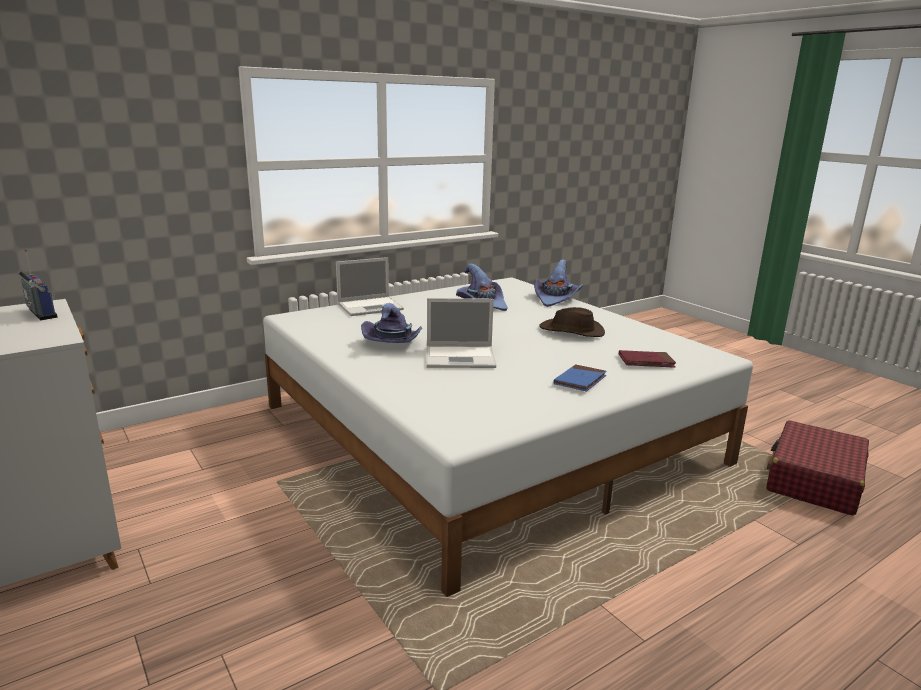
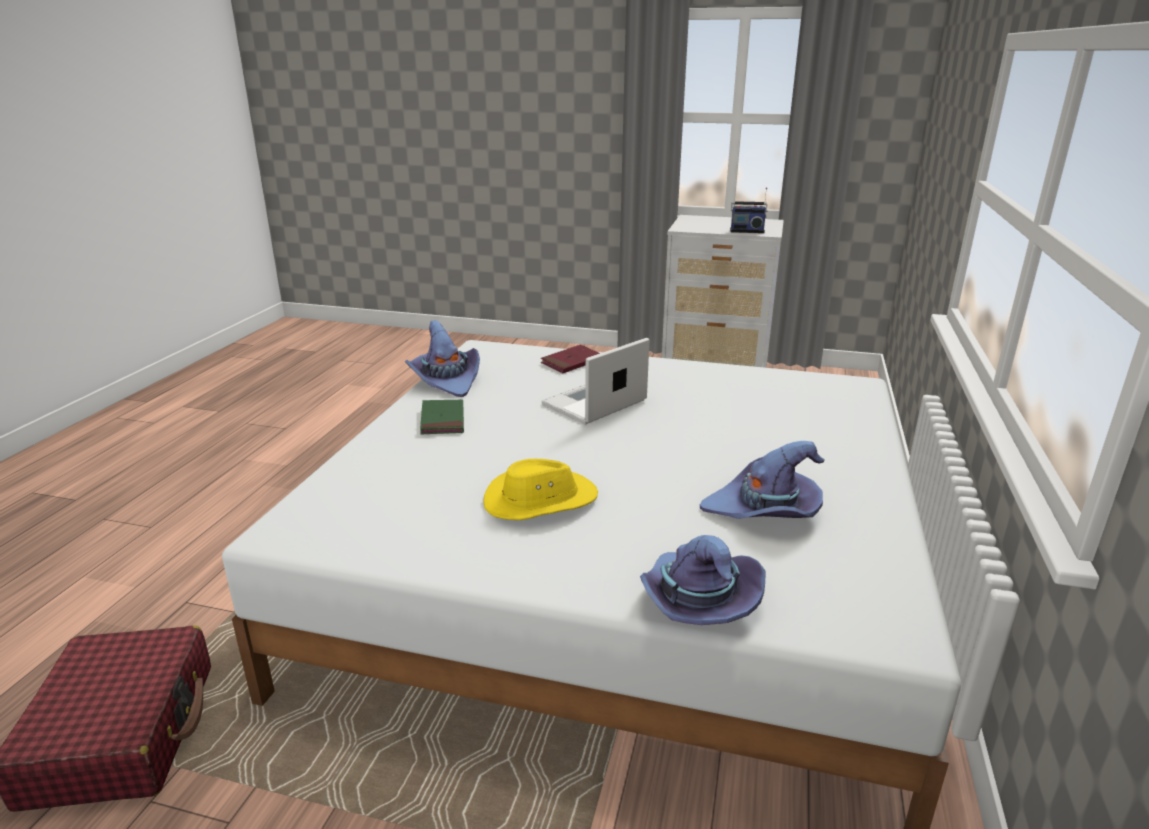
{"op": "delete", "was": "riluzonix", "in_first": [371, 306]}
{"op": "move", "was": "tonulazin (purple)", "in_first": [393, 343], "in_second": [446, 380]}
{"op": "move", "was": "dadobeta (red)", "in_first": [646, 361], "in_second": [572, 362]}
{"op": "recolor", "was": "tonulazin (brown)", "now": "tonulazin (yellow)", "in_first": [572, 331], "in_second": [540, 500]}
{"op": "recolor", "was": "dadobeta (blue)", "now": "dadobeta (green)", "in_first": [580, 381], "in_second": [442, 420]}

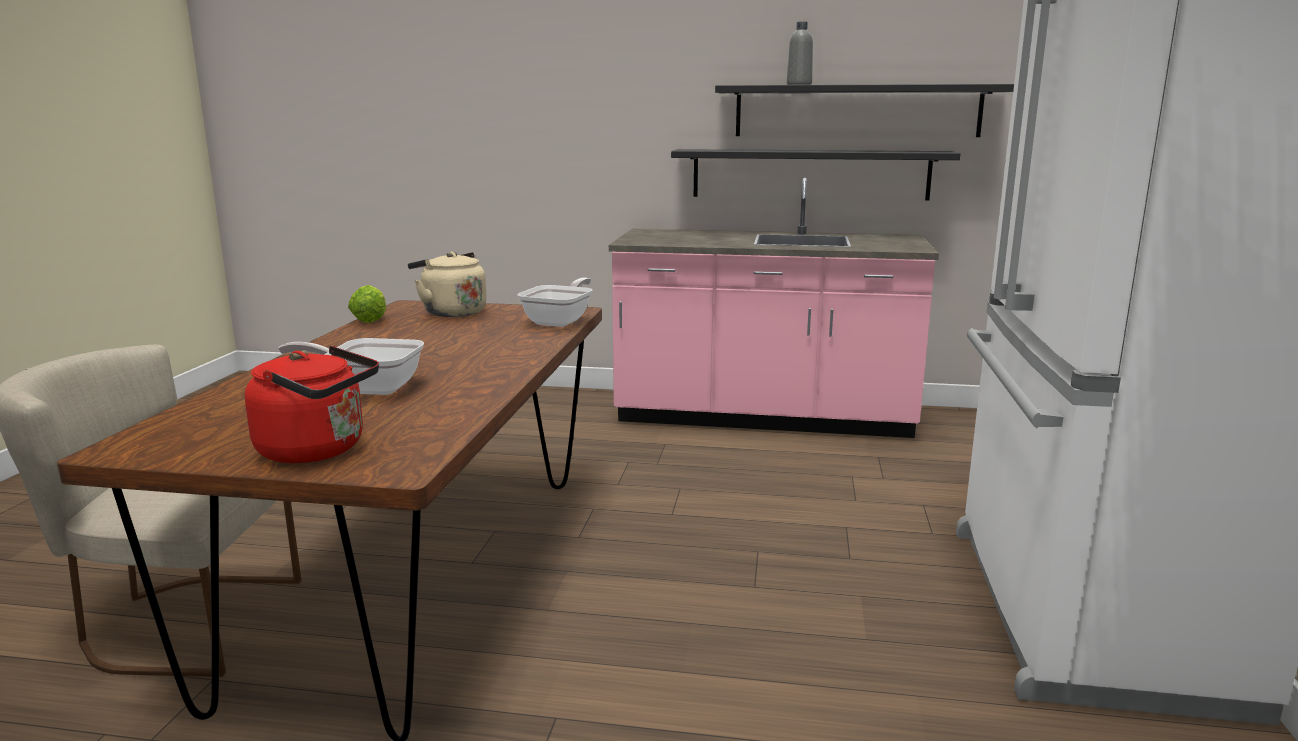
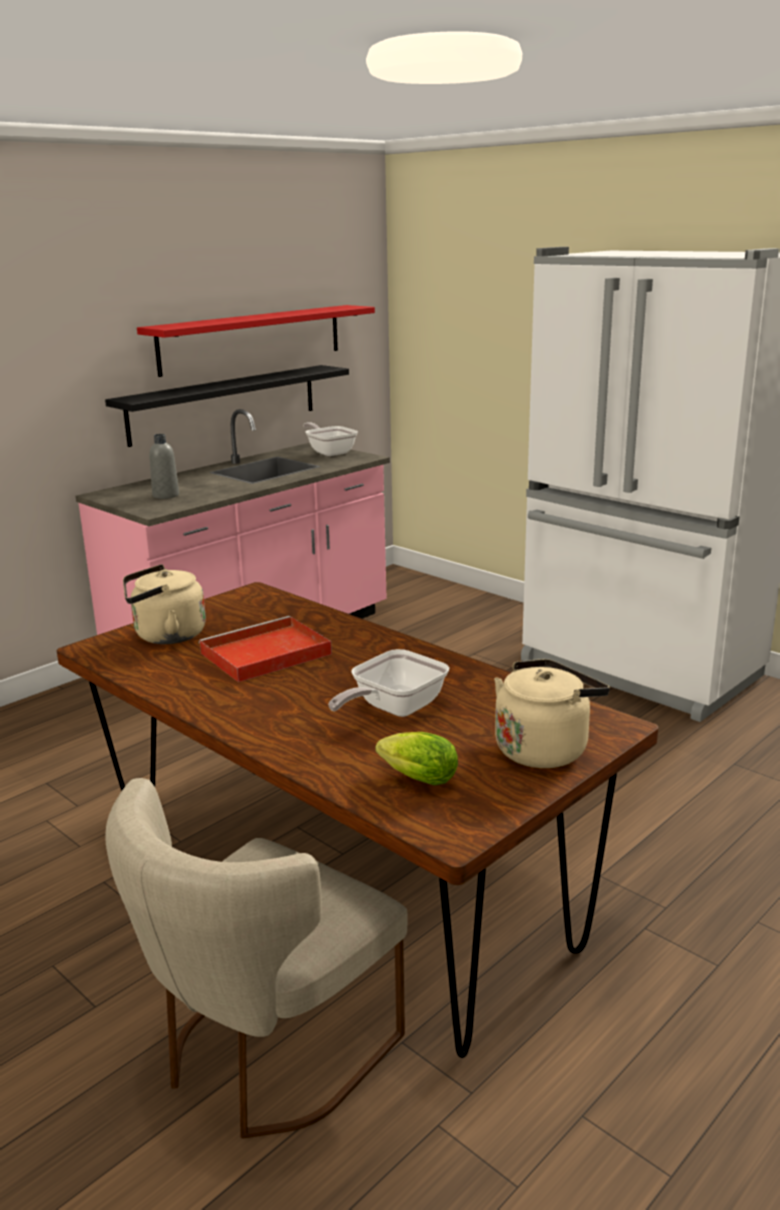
{"op": "insert", "now": "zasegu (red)", "in_second": [264, 654]}
{"op": "move", "was": "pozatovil", "in_first": [371, 319], "in_second": [414, 778]}
{"op": "move", "was": "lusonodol", "in_first": [561, 321], "in_second": [329, 452]}
{"op": "move", "was": "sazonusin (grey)", "in_first": [799, 85], "in_second": [166, 495]}
{"op": "recolor", "was": "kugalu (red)", "now": "kugalu (beige)", "in_first": [318, 450], "in_second": [544, 749]}
{"op": "recolor", "was": "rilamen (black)", "now": "rilamen (red)", "in_first": [856, 111], "in_second": [252, 339]}

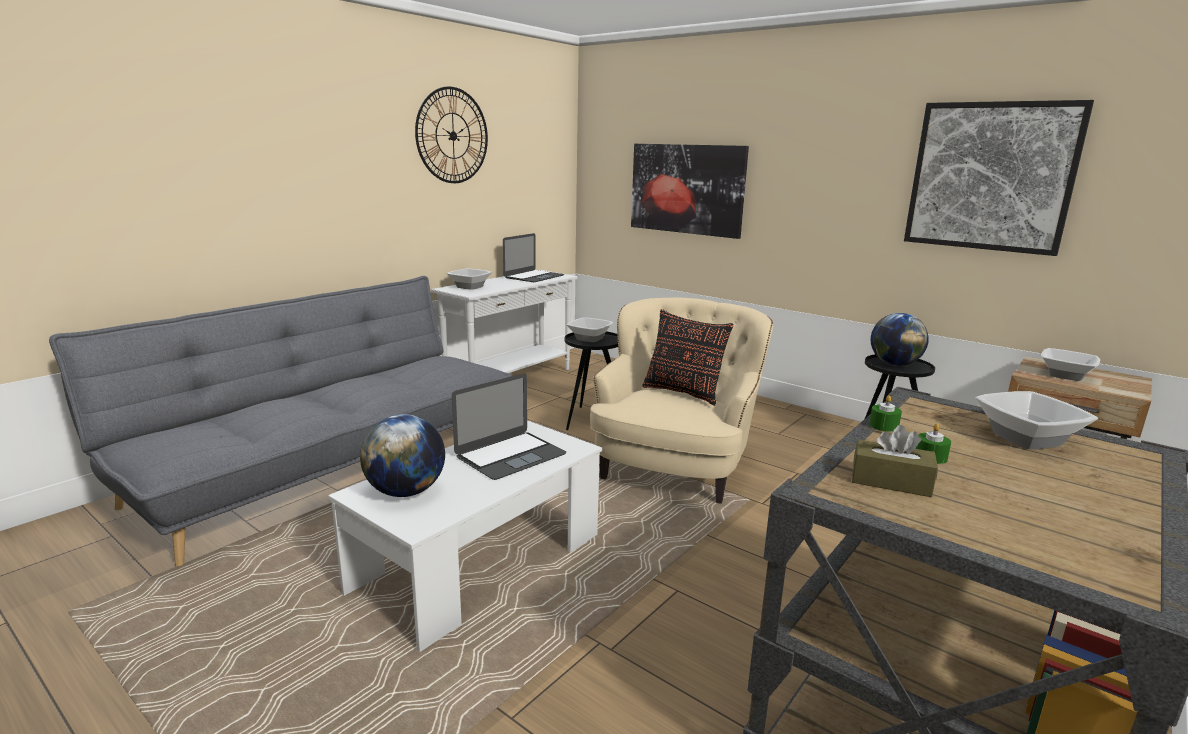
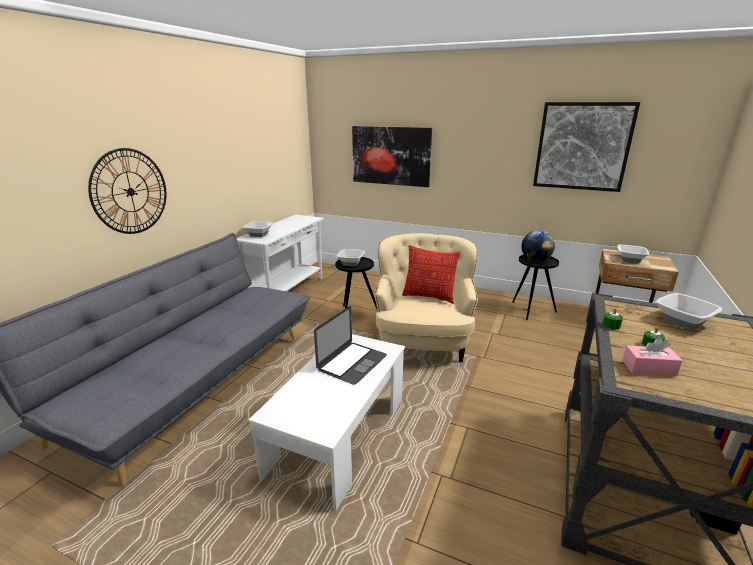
{"op": "delete", "was": "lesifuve", "in_first": [406, 491]}
{"op": "delete", "was": "riluzonix", "in_first": [534, 276]}
{"op": "move", "was": "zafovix", "in_first": [452, 136], "in_second": [130, 191]}
{"op": "recolor", "was": "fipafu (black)", "now": "fipafu (red)", "in_first": [683, 393], "in_second": [429, 297]}
{"op": "recolor", "was": "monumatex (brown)", "now": "monumatex (pink)", "in_first": [890, 481], "in_second": [648, 368]}

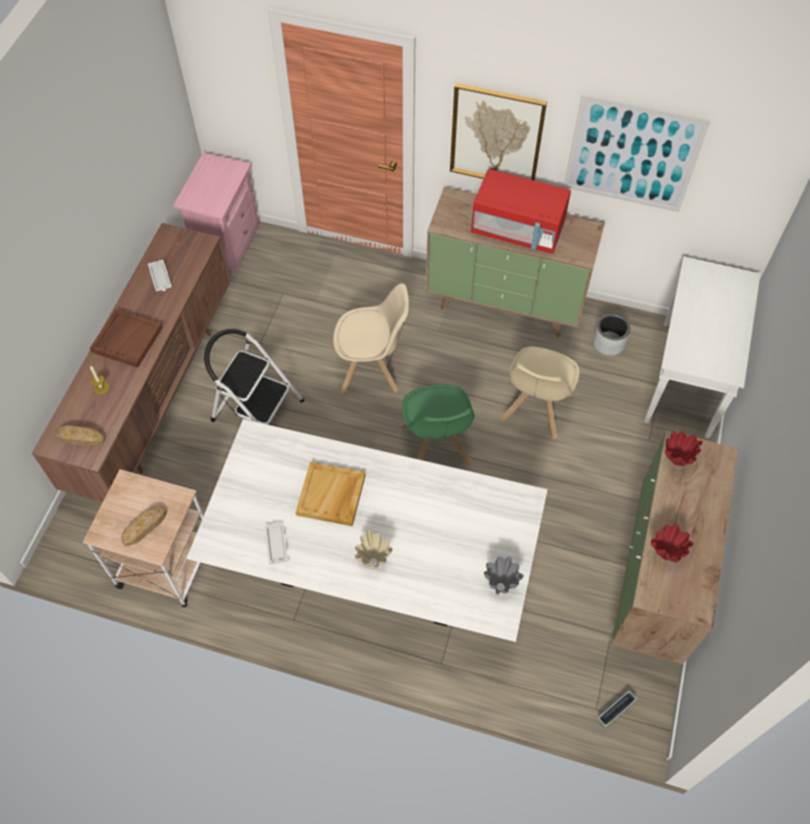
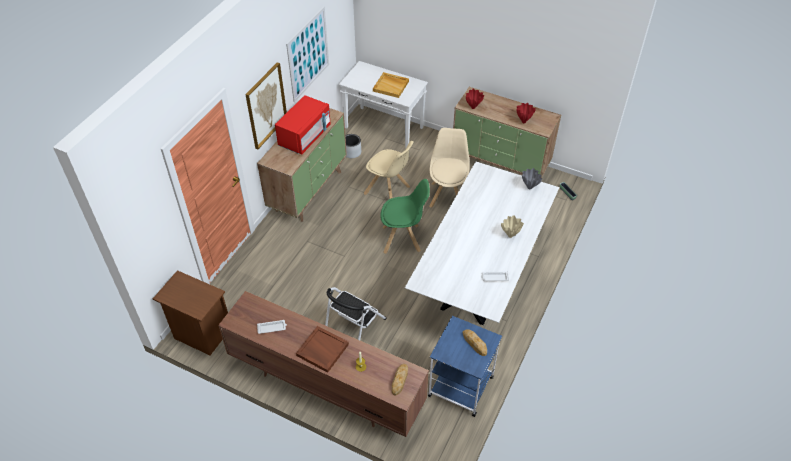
{"op": "move", "was": "zasegu (beige)", "in_first": [331, 496], "in_second": [391, 86]}
{"op": "move", "was": "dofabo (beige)", "in_first": [372, 370], "in_second": [447, 194]}
{"op": "recolor", "was": "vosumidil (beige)", "now": "vosumidil (blue)", "in_first": [164, 563], "in_second": [460, 387]}
{"op": "recolor", "was": "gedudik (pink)", "now": "gedudik (brown)", "in_first": [226, 245], "in_second": [201, 334]}

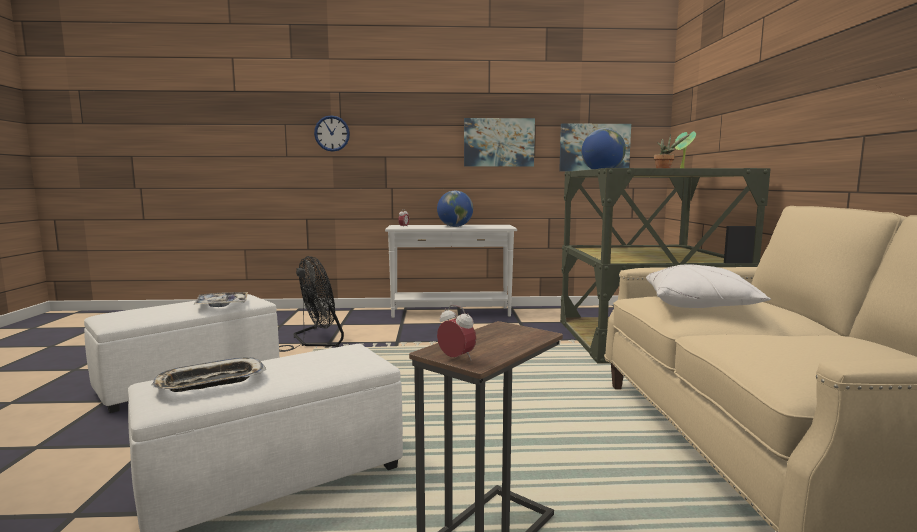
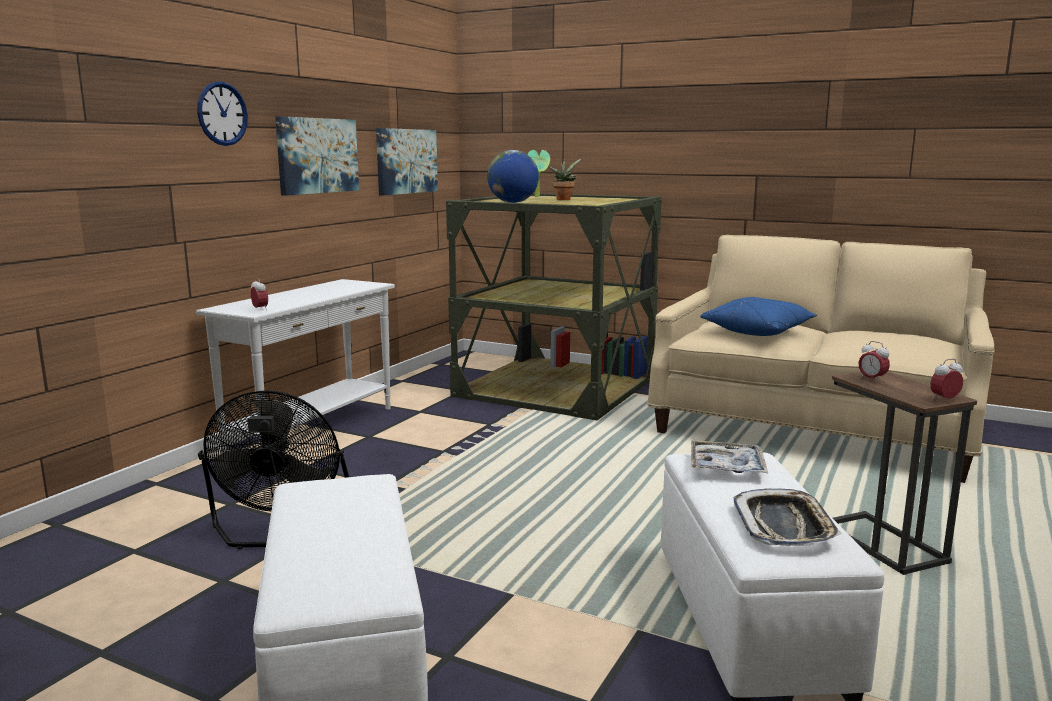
{"op": "delete", "was": "lesifuve", "in_first": [455, 226]}
{"op": "insert", "now": "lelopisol", "in_second": [872, 379]}
{"op": "move", "was": "zasegu", "in_first": [222, 304], "in_second": [726, 466]}
{"op": "move", "was": "zafovix", "in_first": [332, 133], "in_second": [222, 113]}
{"op": "recolor", "was": "fipafu (white)", "now": "fipafu (blue)", "in_first": [700, 305], "in_second": [757, 331]}

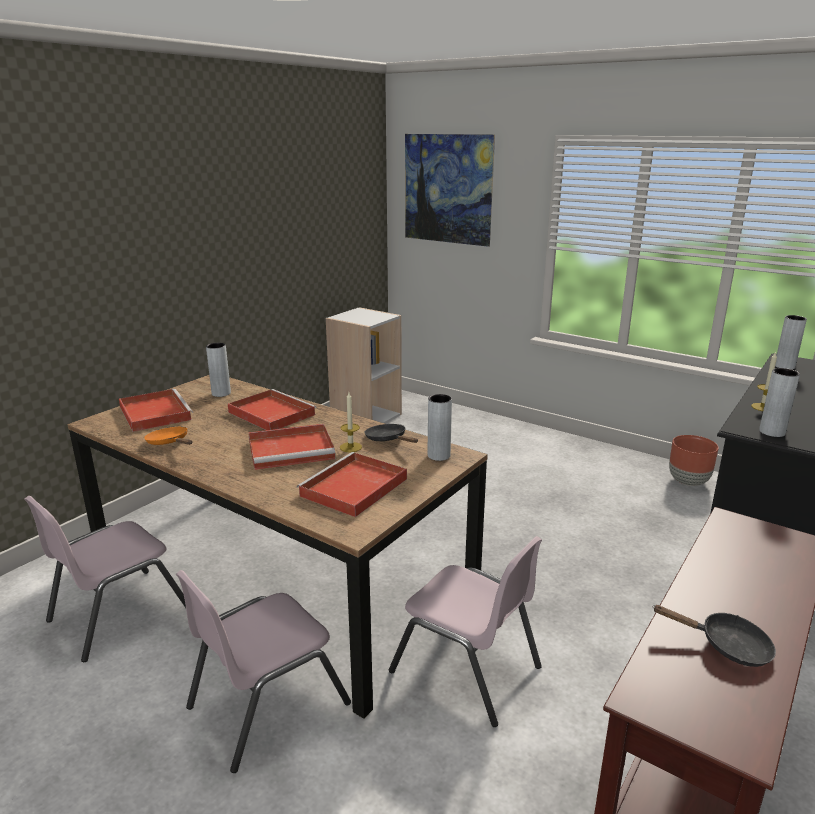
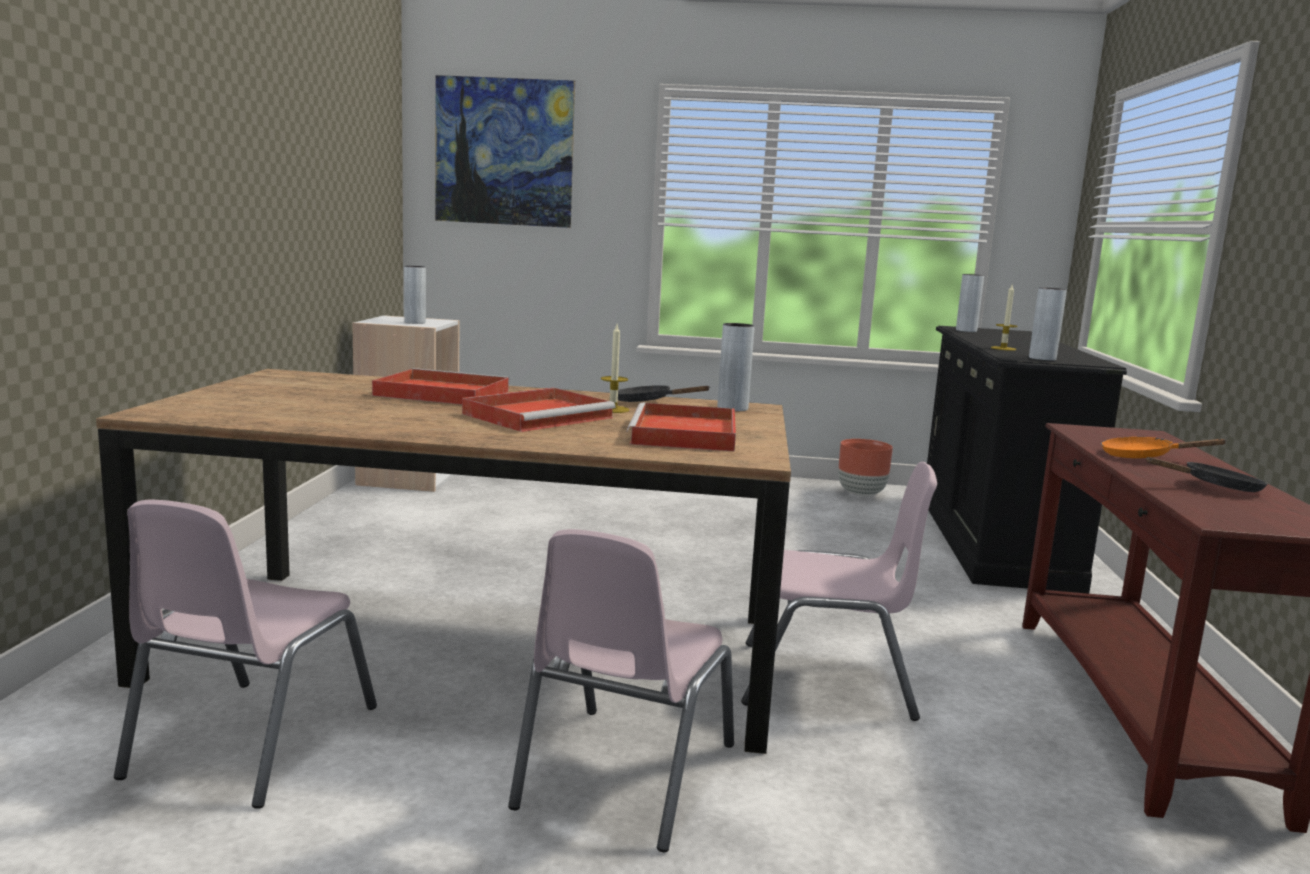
{"op": "delete", "was": "zasegu (red)", "in_first": [154, 413]}
{"op": "move", "was": "lusonodol (orange)", "in_first": [170, 443], "in_second": [1143, 457]}
{"op": "move", "was": "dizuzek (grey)", "in_first": [221, 393], "in_second": [415, 322]}

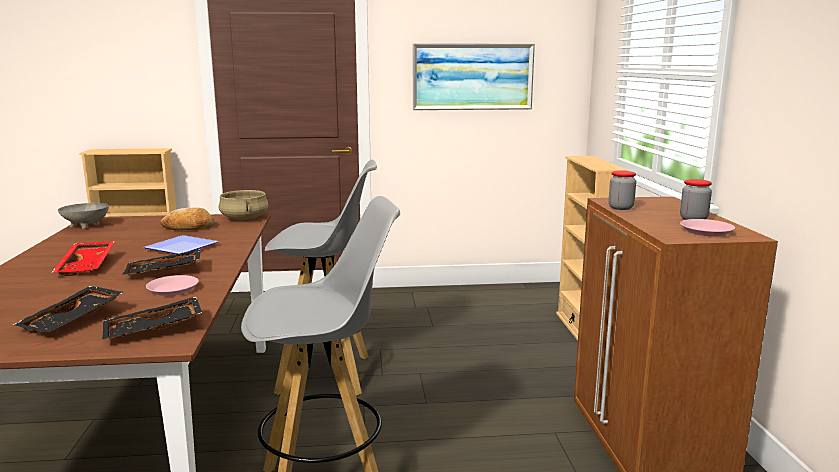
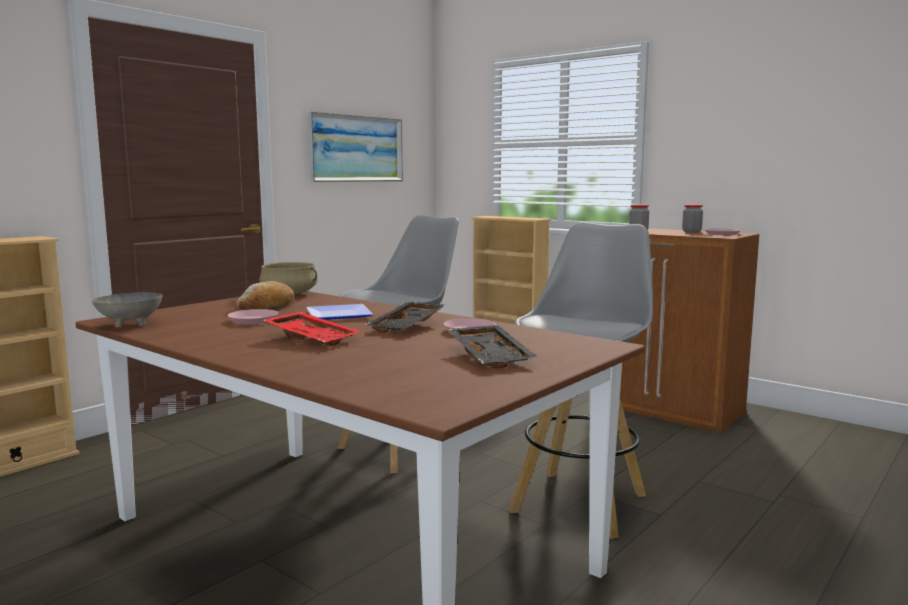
{"op": "delete", "was": "zasegu (black)", "in_first": [153, 330]}
{"op": "insert", "now": "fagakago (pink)", "in_second": [253, 320]}

